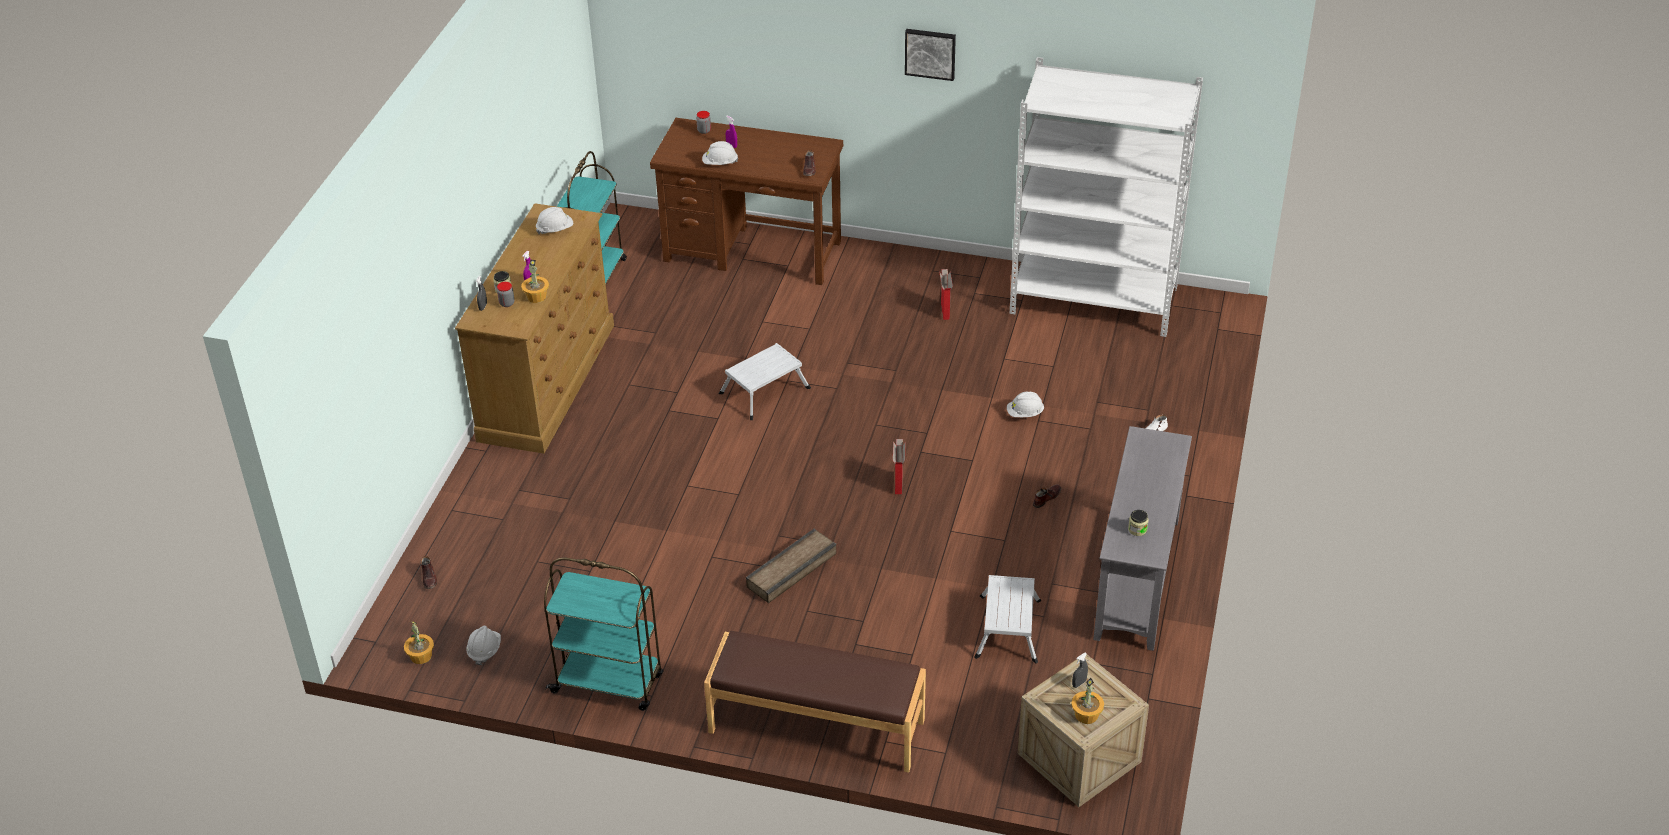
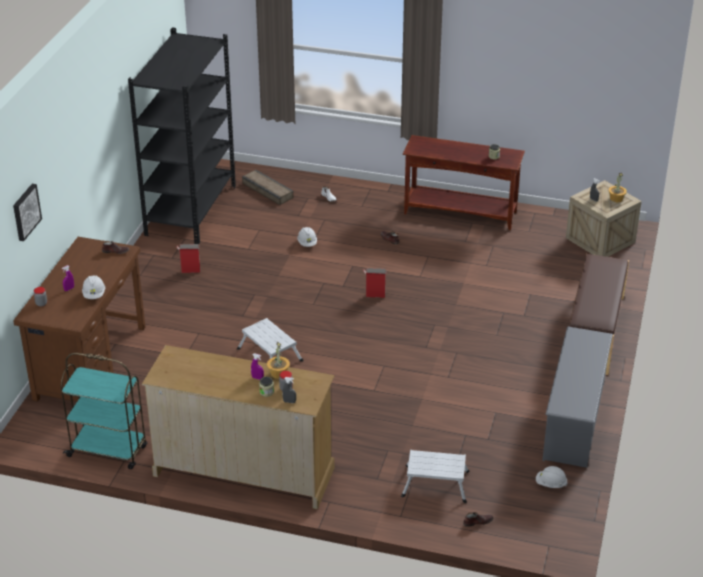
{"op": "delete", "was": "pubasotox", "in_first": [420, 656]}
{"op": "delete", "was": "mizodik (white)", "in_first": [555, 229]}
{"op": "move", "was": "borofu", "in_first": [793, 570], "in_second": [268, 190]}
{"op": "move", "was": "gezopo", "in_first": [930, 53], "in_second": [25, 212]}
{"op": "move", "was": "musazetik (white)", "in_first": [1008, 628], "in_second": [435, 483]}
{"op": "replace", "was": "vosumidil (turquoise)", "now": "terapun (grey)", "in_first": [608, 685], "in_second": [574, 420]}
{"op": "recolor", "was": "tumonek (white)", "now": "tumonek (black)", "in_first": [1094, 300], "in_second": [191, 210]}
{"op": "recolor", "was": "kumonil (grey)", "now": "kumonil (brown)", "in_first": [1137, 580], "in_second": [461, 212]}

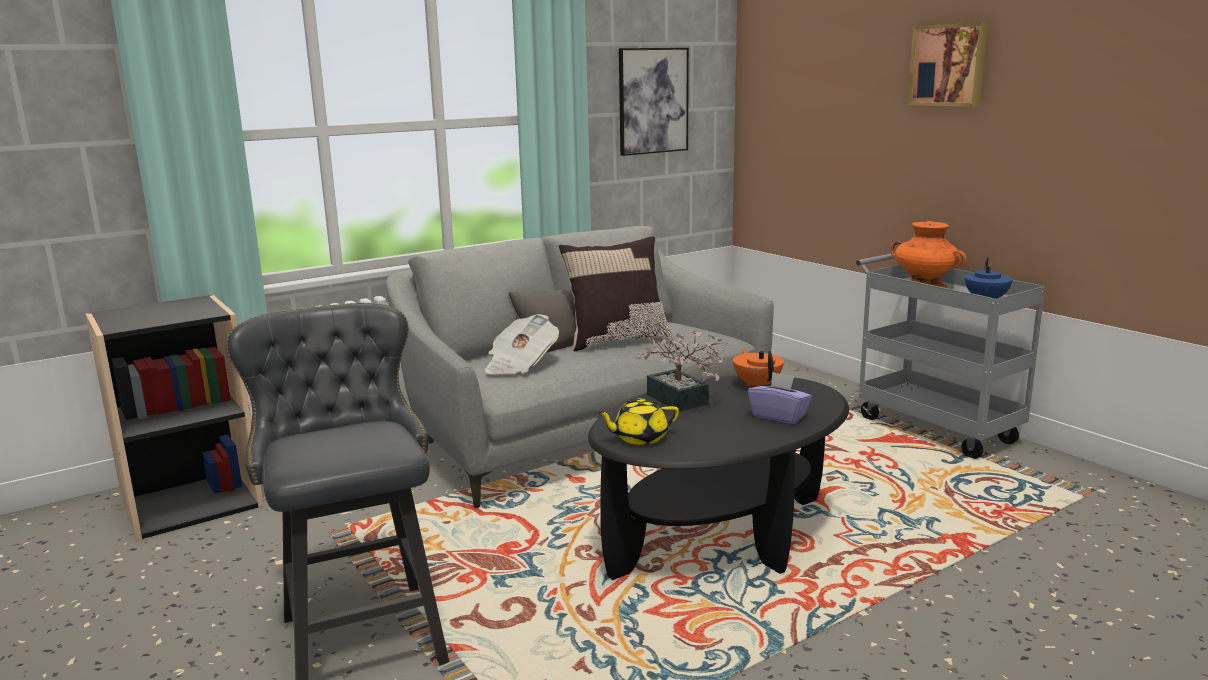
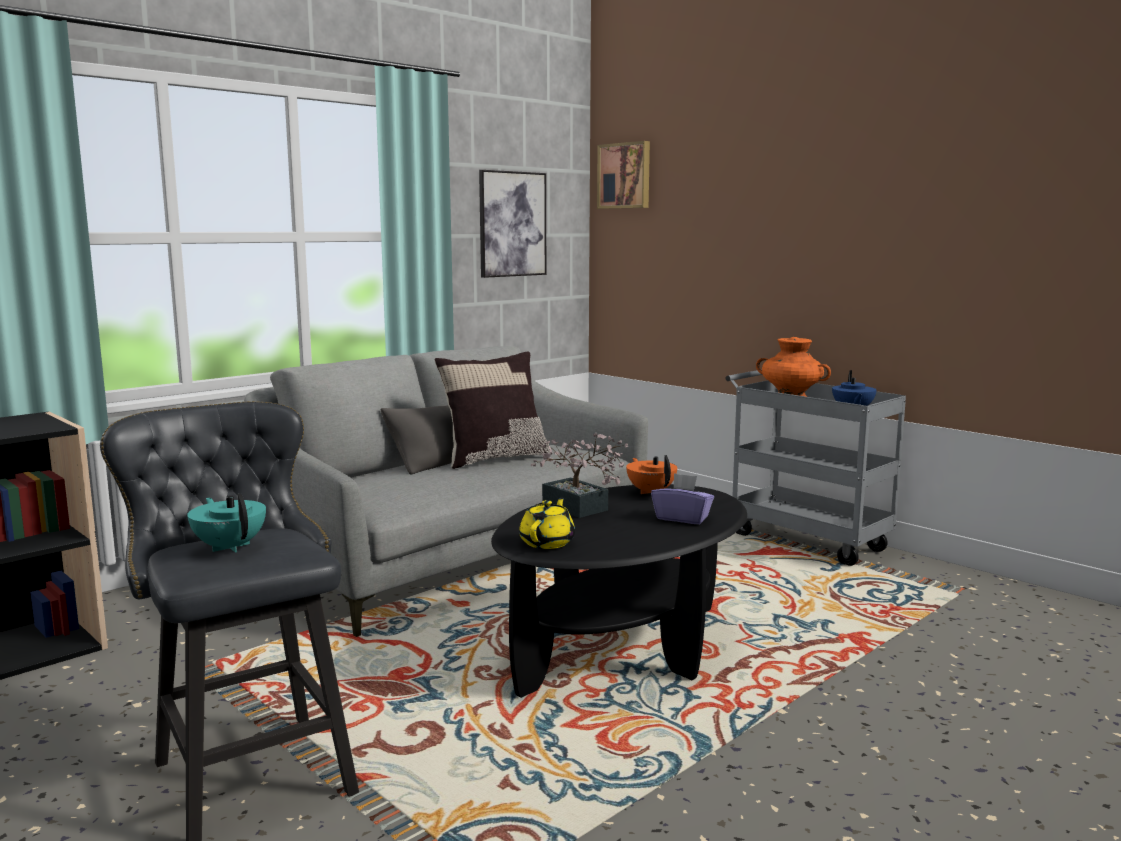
{"op": "delete", "was": "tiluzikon", "in_first": [520, 365]}
{"op": "insert", "now": "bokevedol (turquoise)", "in_second": [230, 547]}
{"op": "move", "was": "gezopo", "in_first": [948, 65], "in_second": [625, 176]}
{"op": "rotate", "was": "bokevedol (yellow)", "in_first": [639, 438], "in_second": [548, 542], "clockwise": 135}

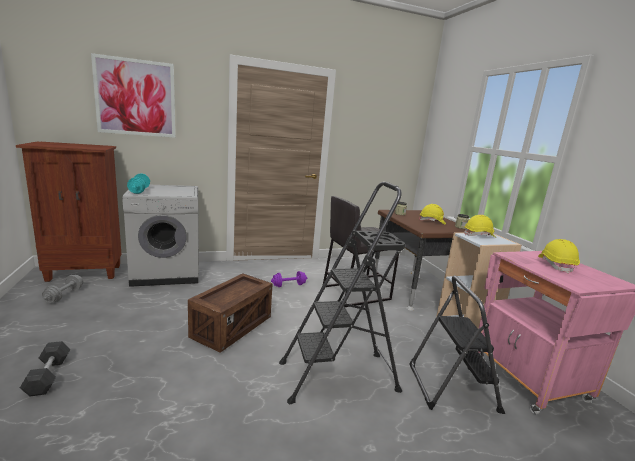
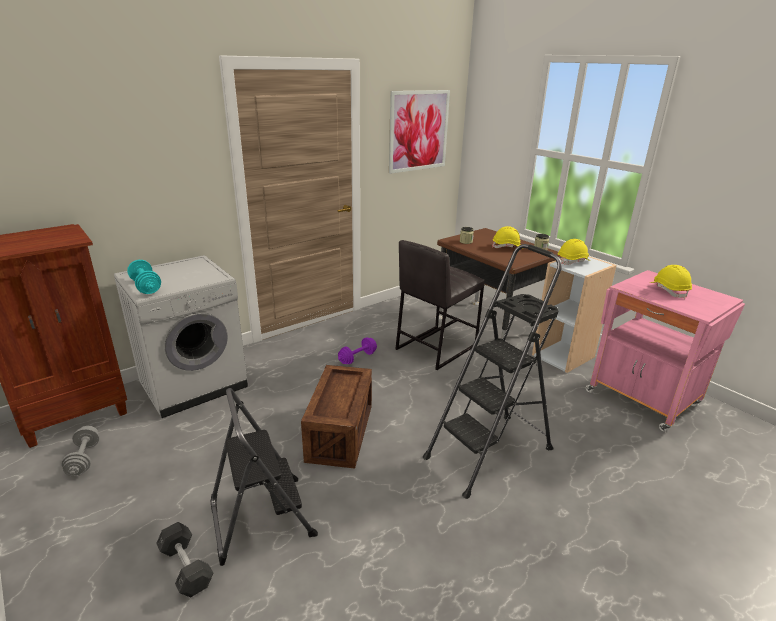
{"op": "move", "was": "gezopo", "in_first": [136, 98], "in_second": [418, 131]}
{"op": "move", "was": "musazetik (black)", "in_first": [449, 386], "in_second": [257, 518]}

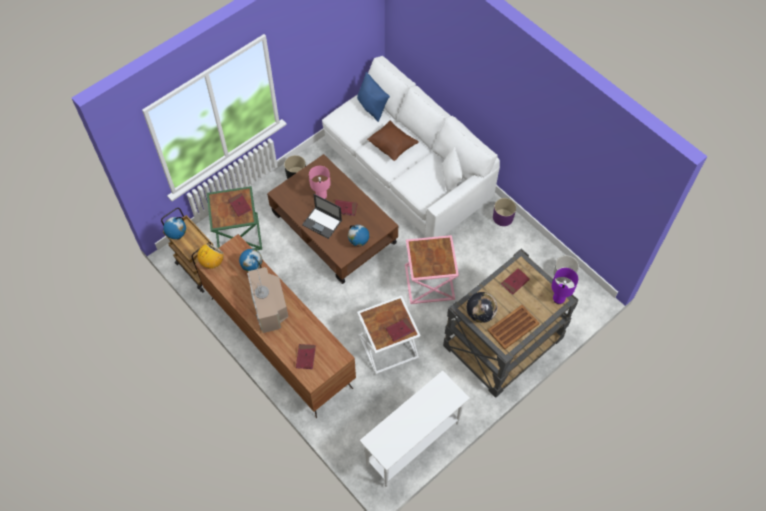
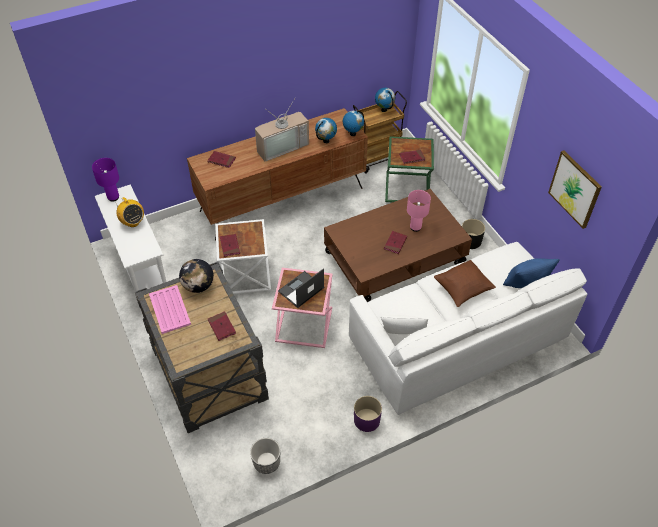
{"op": "insert", "now": "gezopo", "in_second": [575, 189]}
{"op": "move", "was": "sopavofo", "in_first": [212, 263], "in_second": [132, 222]}
{"op": "move", "was": "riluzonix", "in_first": [322, 223], "in_second": [300, 290]}
{"op": "move", "was": "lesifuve", "in_first": [358, 243], "in_second": [352, 133]}
{"op": "move", "was": "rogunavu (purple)", "in_first": [558, 299], "in_second": [113, 197]}
{"op": "recolor", "was": "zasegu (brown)", "now": "zasegu (pink)", "in_first": [512, 327], "in_second": [169, 309]}
{"op": "rotate", "was": "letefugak", "in_first": [269, 307], "in_second": [281, 146], "clockwise": 150}

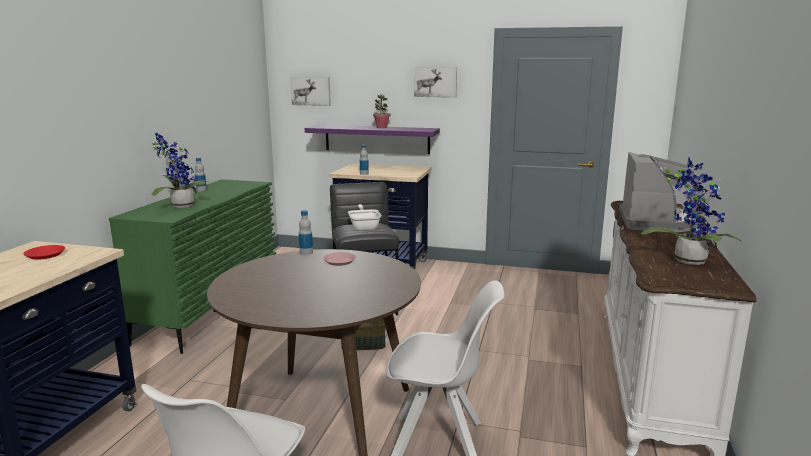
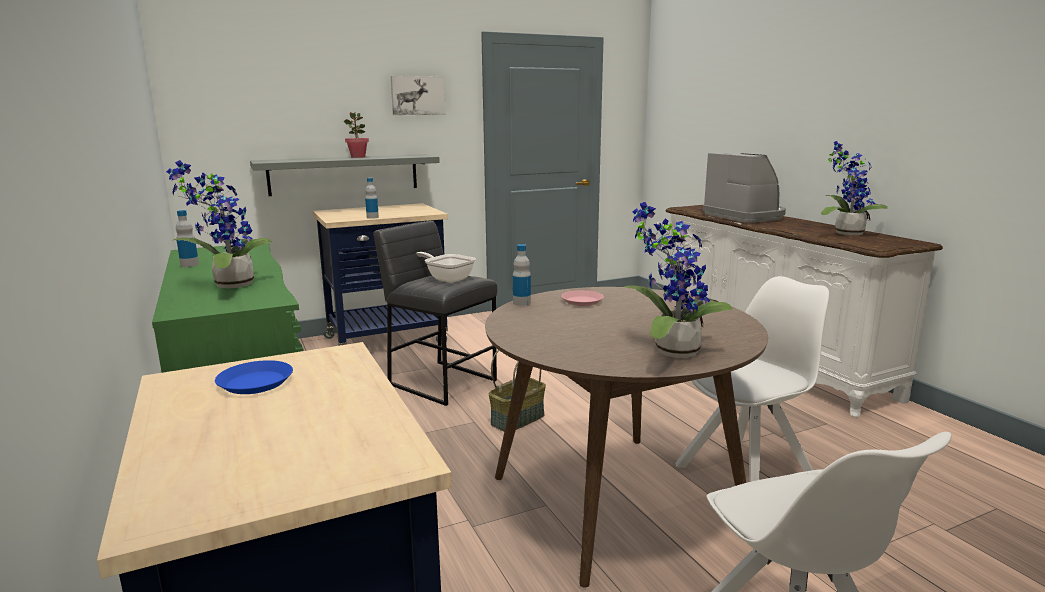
{"op": "delete", "was": "gezopo", "in_first": [311, 91]}
{"op": "insert", "now": "pubasotox", "in_second": [671, 351]}
{"op": "recolor", "was": "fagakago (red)", "now": "fagakago (blue)", "in_first": [45, 255], "in_second": [255, 383]}
{"op": "recolor", "was": "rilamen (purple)", "now": "rilamen (grey)", "in_first": [377, 139], "in_second": [344, 174]}

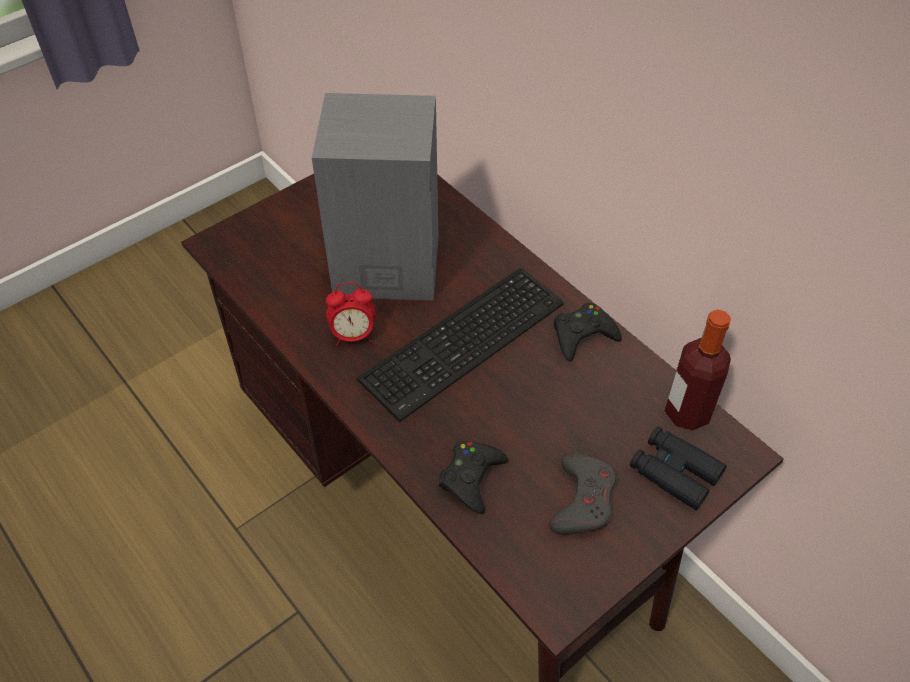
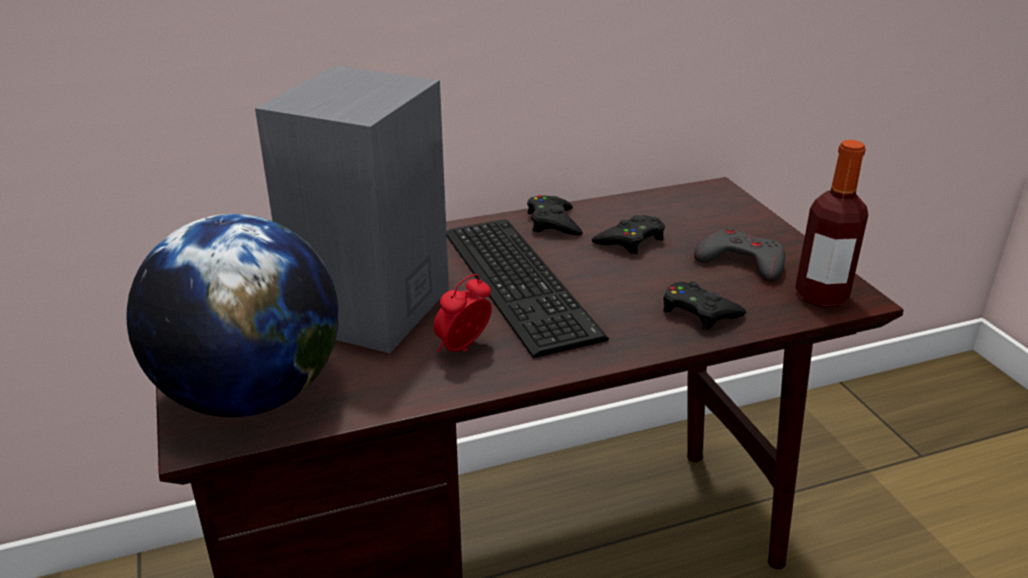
{"op": "delete", "was": "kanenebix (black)", "in_first": [674, 472]}
{"op": "insert", "now": "lesifuve", "in_second": [251, 396]}
{"op": "insert", "now": "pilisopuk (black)", "in_second": [630, 240]}
{"op": "move", "was": "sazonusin", "in_first": [687, 412], "in_second": [821, 296]}
{"op": "rotate", "was": "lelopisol", "in_first": [353, 335], "in_second": [463, 349], "clockwise": -150}

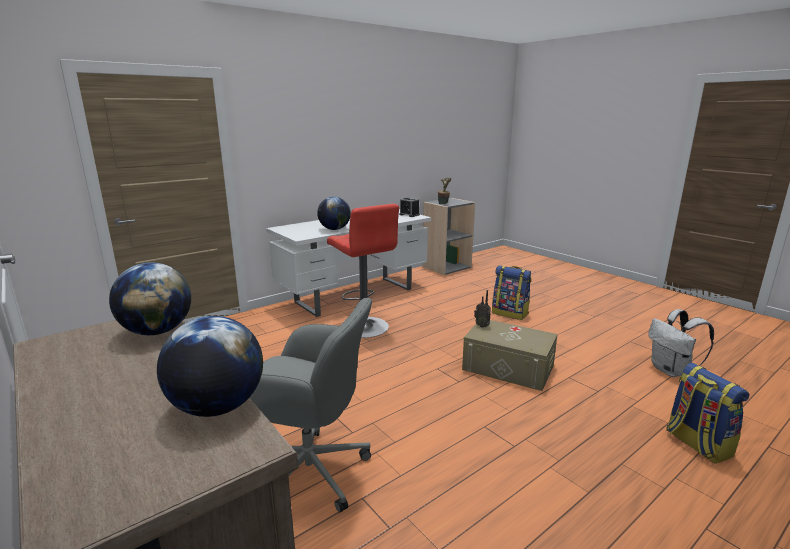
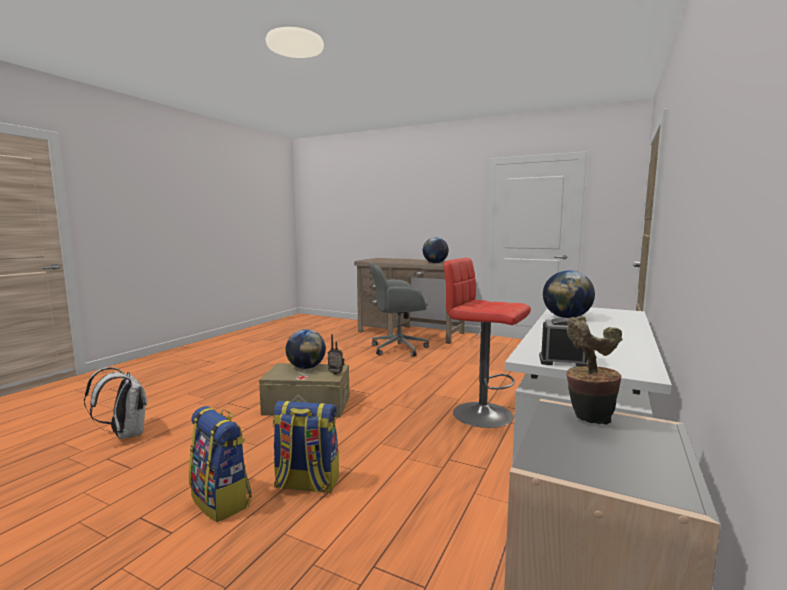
{"op": "move", "was": "lesifuve", "in_first": [218, 407], "in_second": [306, 367]}
{"op": "move", "was": "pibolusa", "in_first": [696, 444], "in_second": [222, 500]}

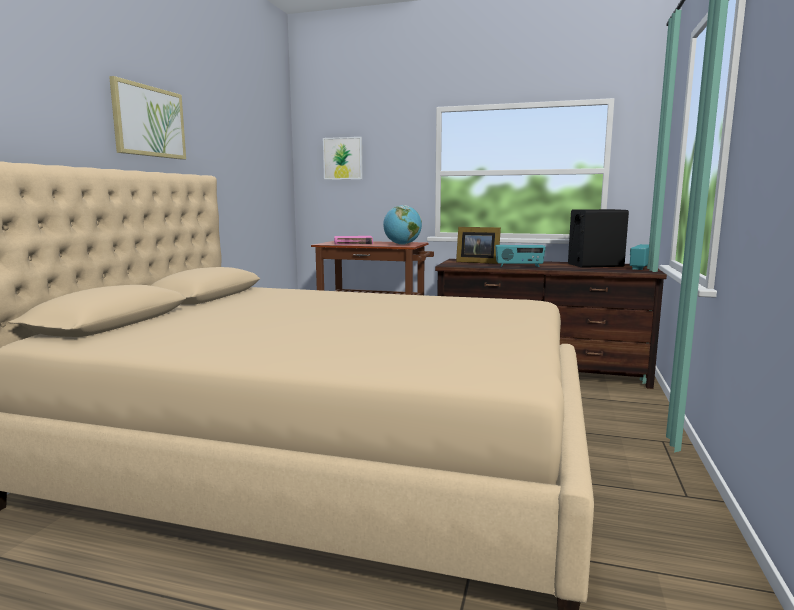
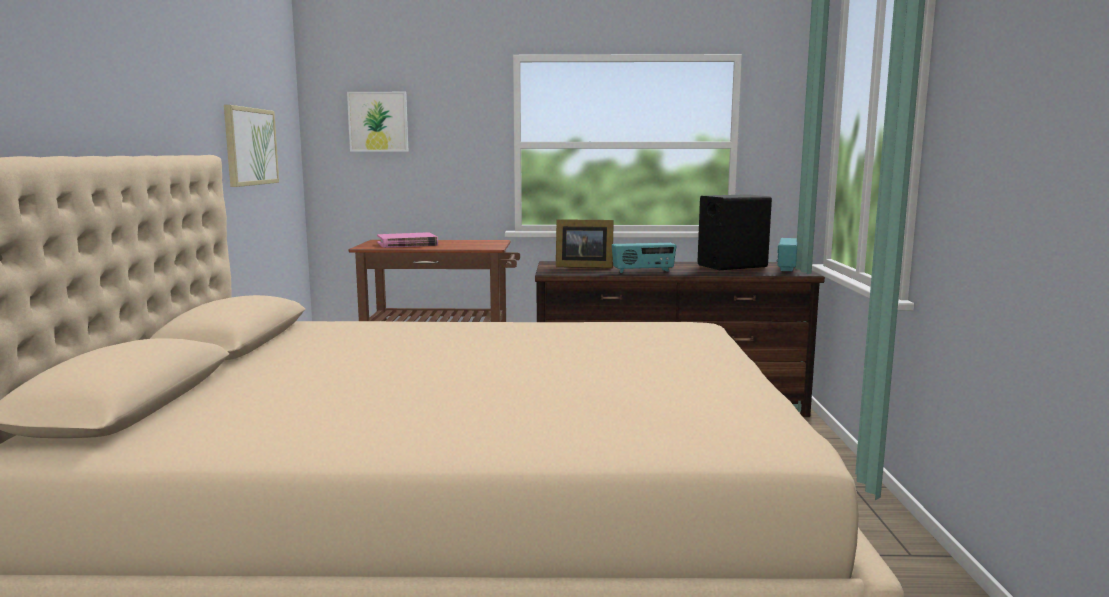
{"op": "delete", "was": "lesifuve", "in_first": [402, 244]}
{"op": "move", "was": "gezopo", "in_first": [149, 121], "in_second": [250, 146]}

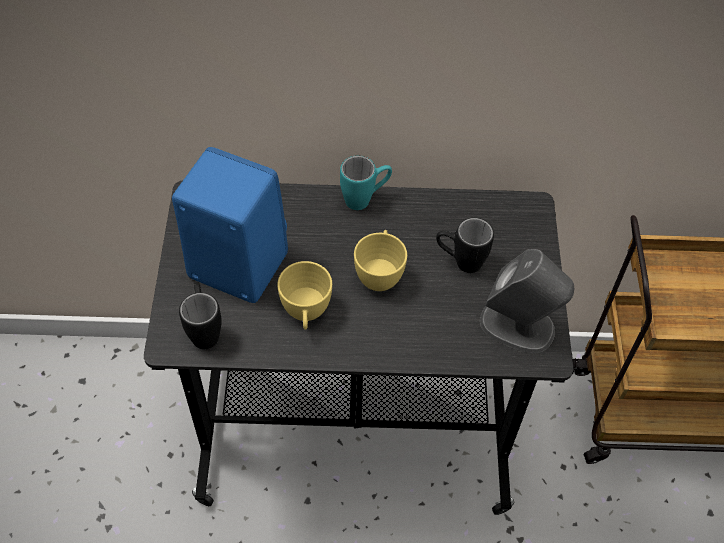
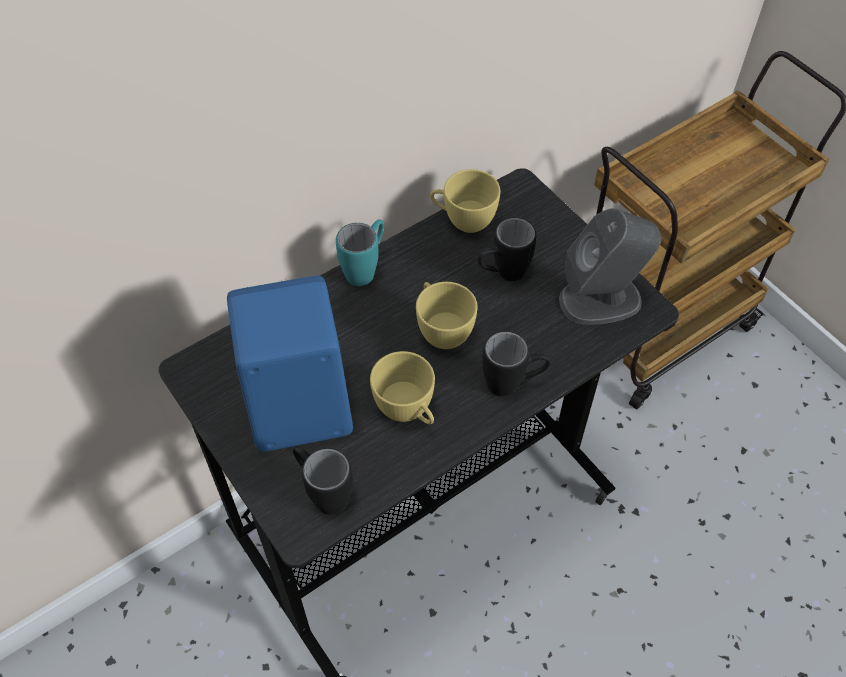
{"op": "insert", "now": "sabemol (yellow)", "in_second": [463, 220]}
{"op": "insert", "now": "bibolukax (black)", "in_second": [512, 384]}

